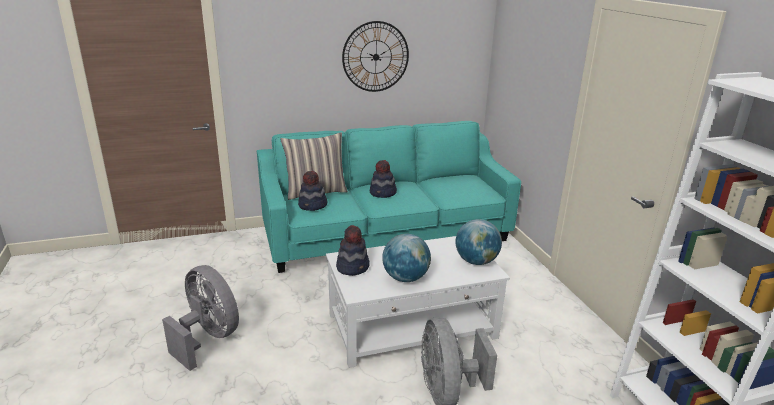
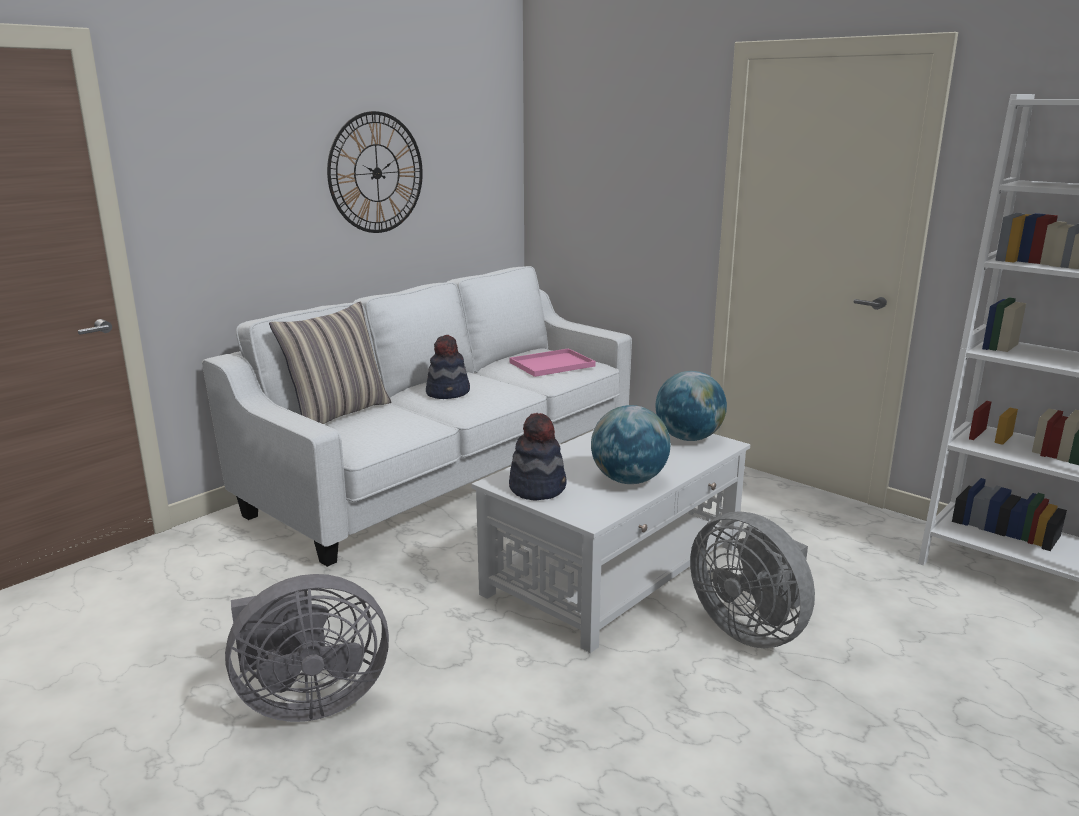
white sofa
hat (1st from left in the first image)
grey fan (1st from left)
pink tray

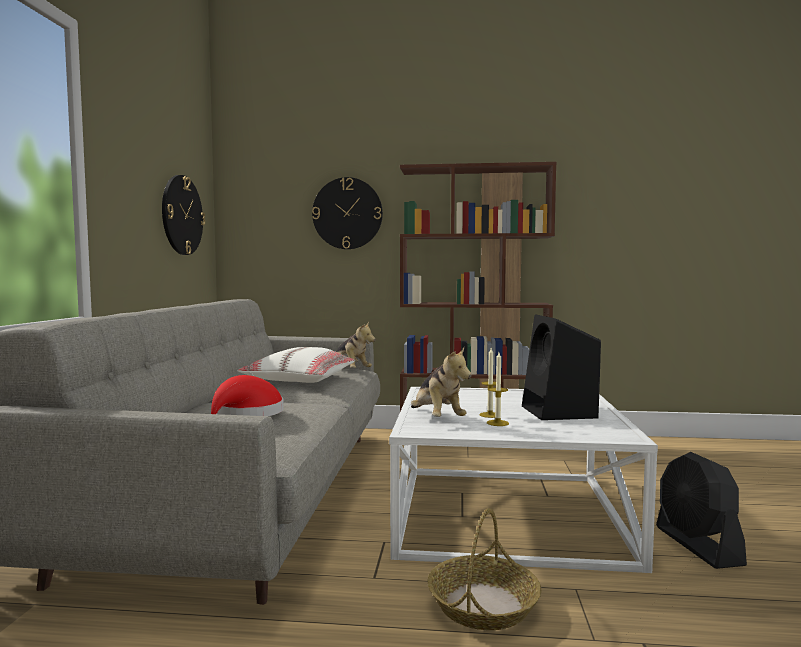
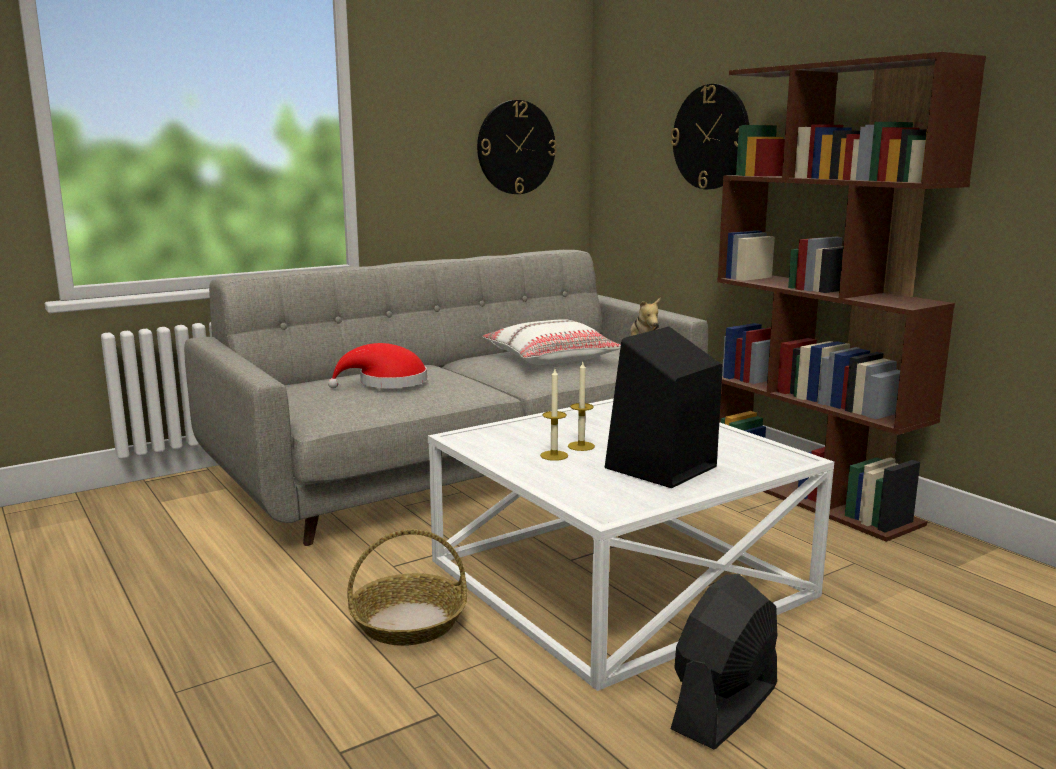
plush toy (2nd from left in the first image)

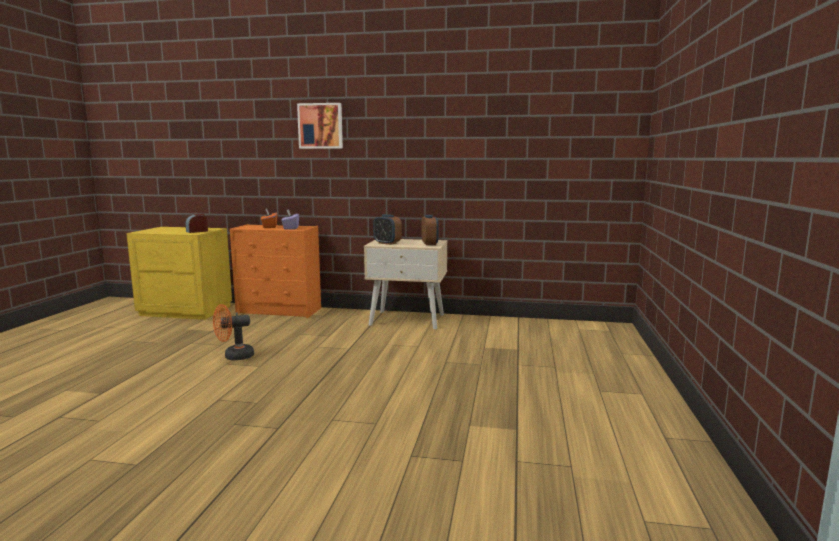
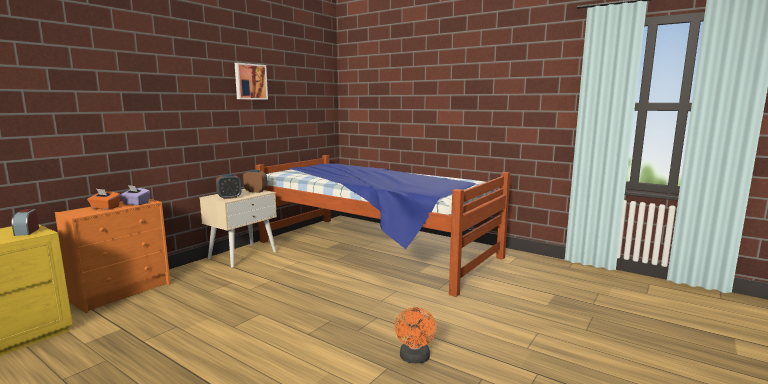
picture
orange fan
bed

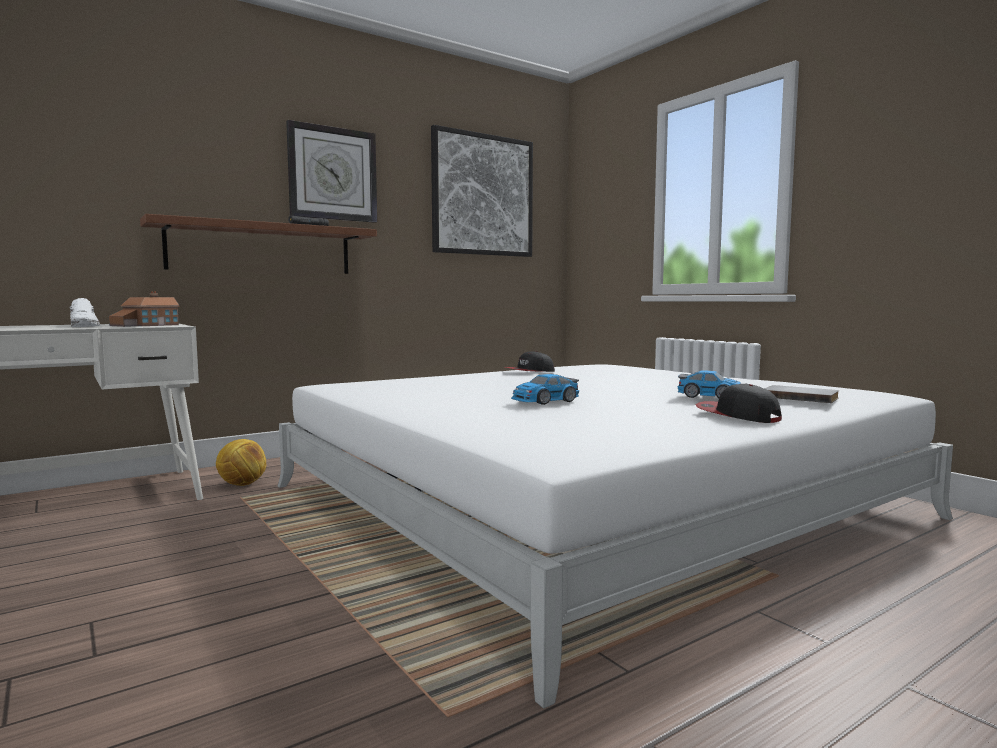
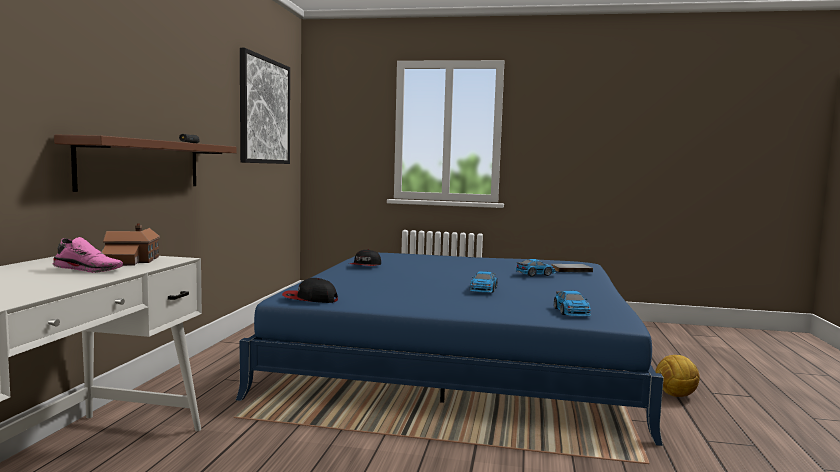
wall clock
pink shoe
blue bed
cap (1st from left)
football
toy car (3rd from left)

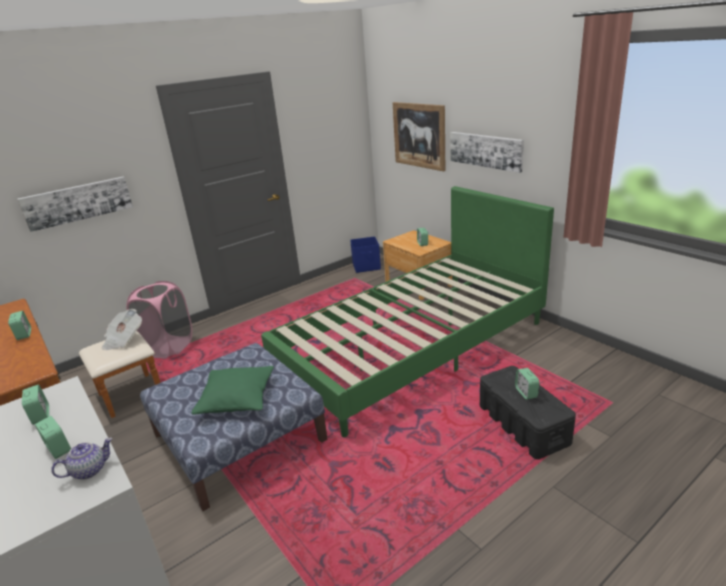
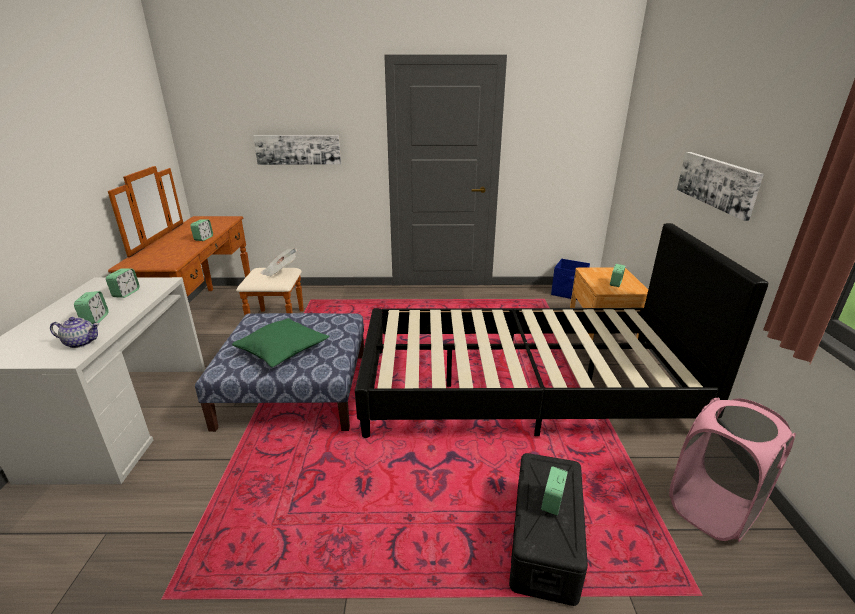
picture (2nd from left in the first image)
black bed
pink laundry basket

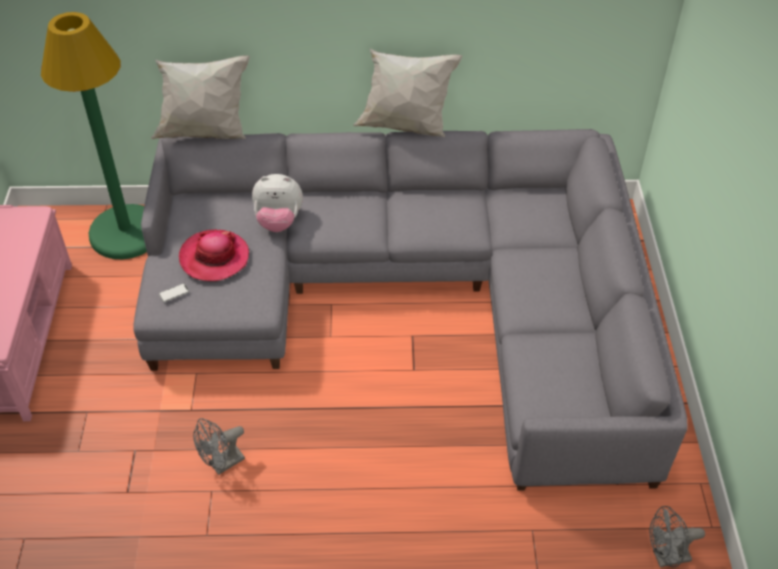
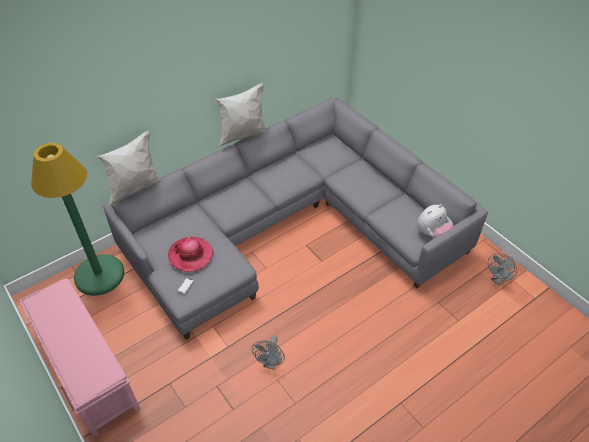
plush toy

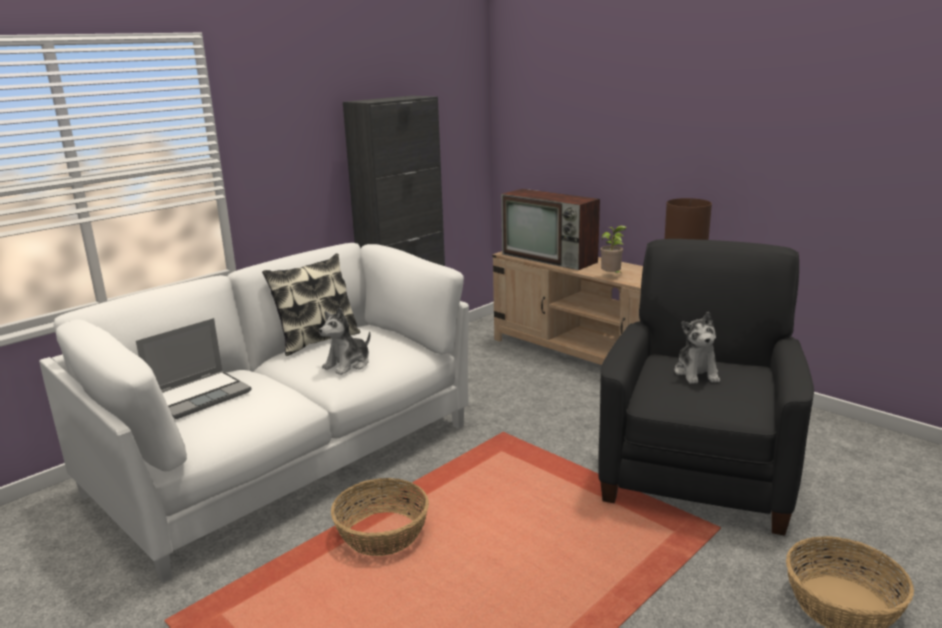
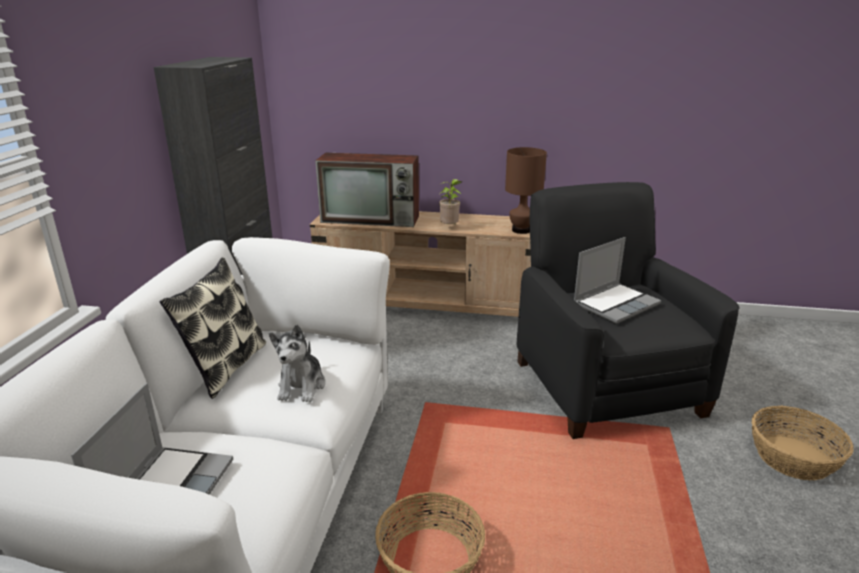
laptop (2nd from left)

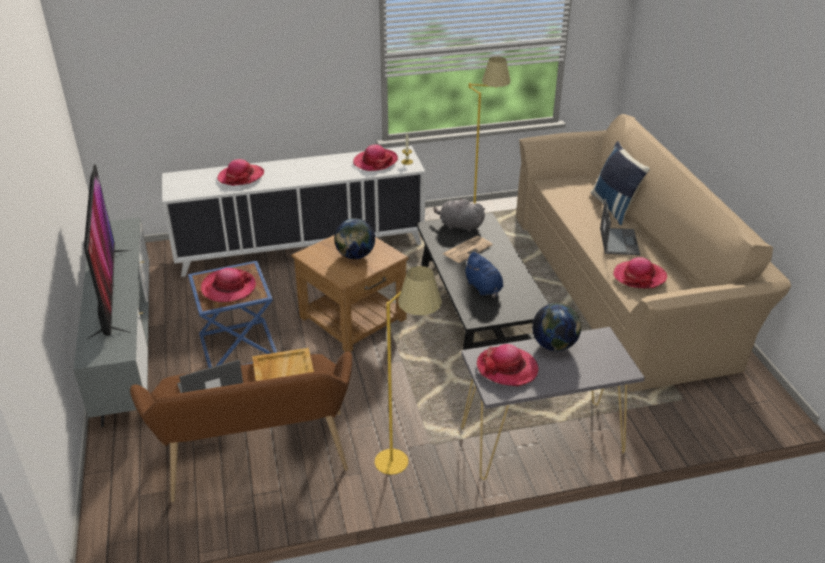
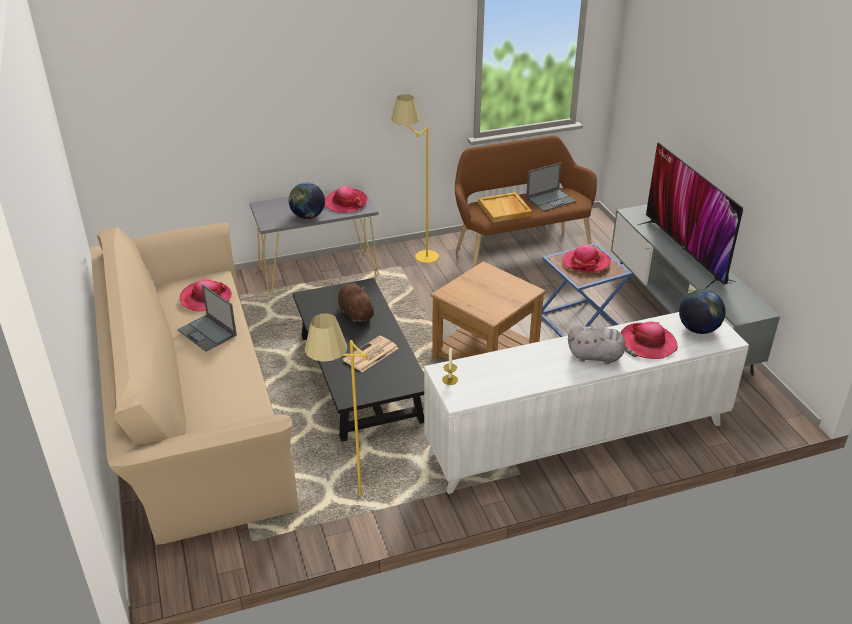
blue pillow
hat (3rd from left in the first image)
grey plush toy
laptop (1st from left)
globe (2nd from left)
brown plush toy

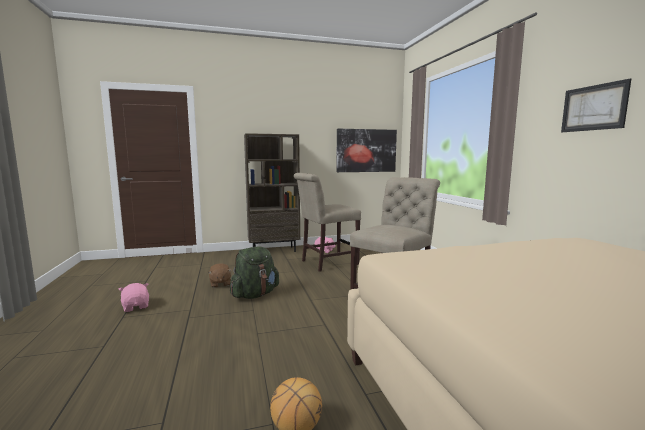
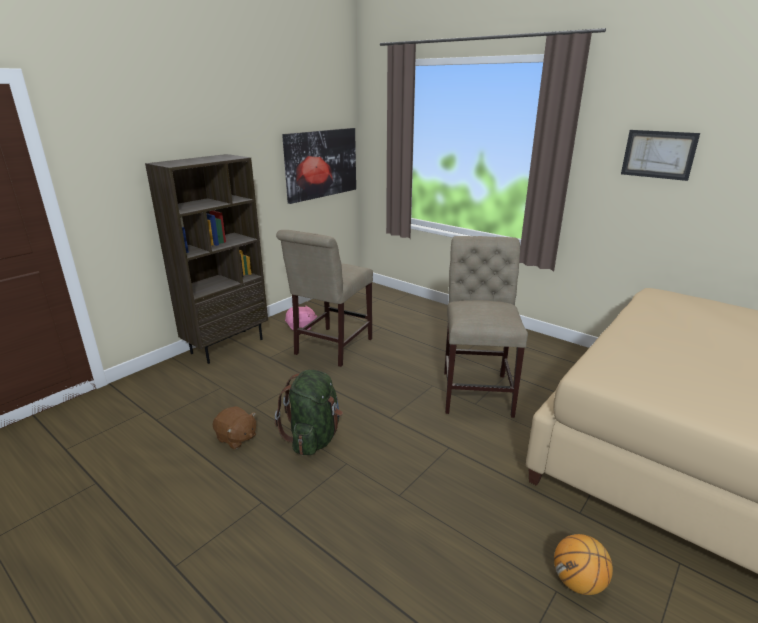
pink plush toy (1st from left in the first image)

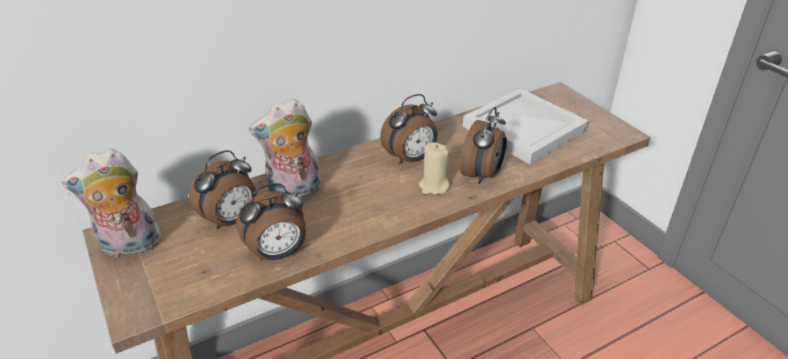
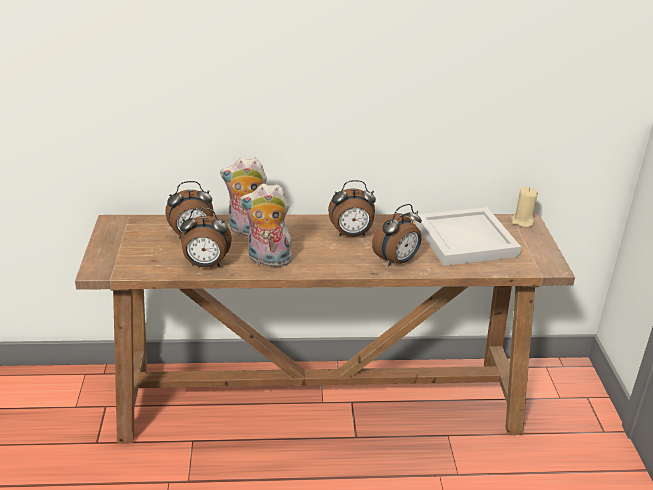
beige candle
plush toy (2nd from left)

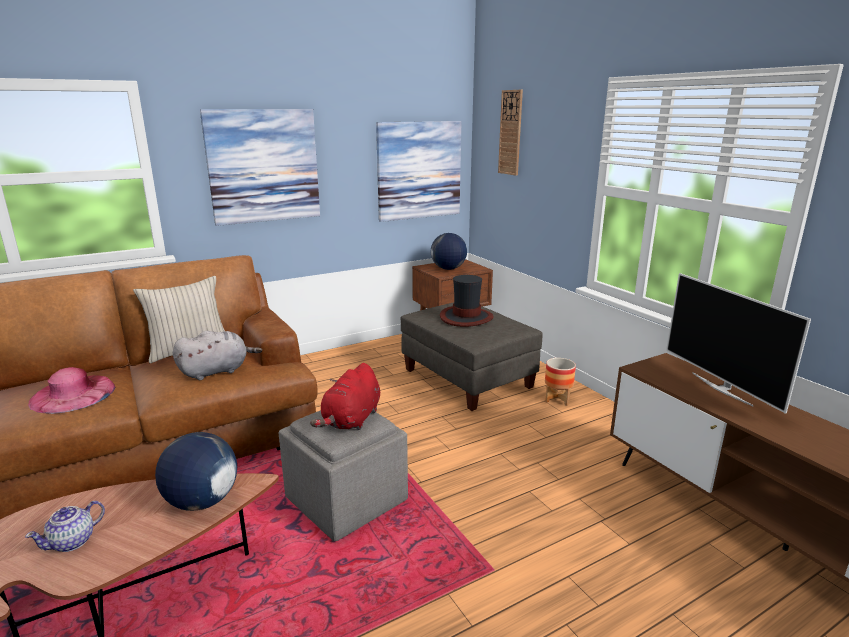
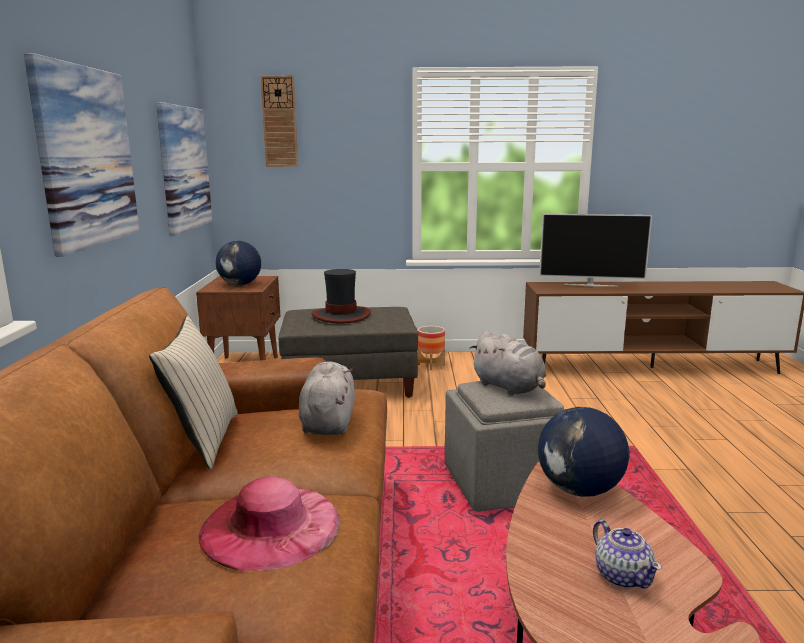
grey plush toy (2nd from left)

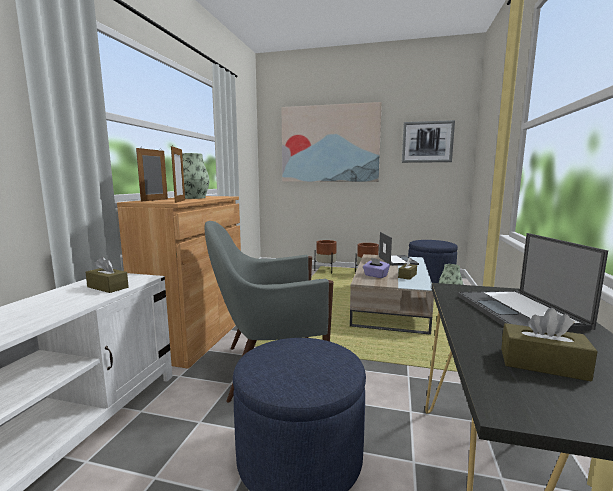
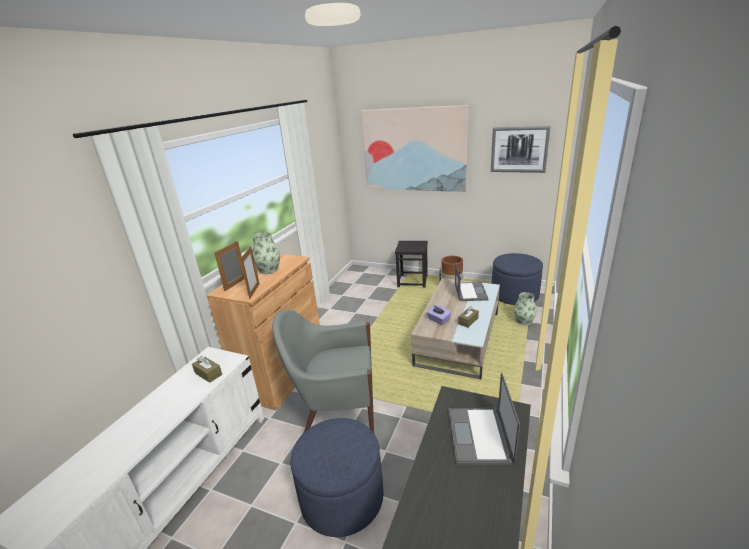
black stool
brown tissue box (3rd from left in the first image)

